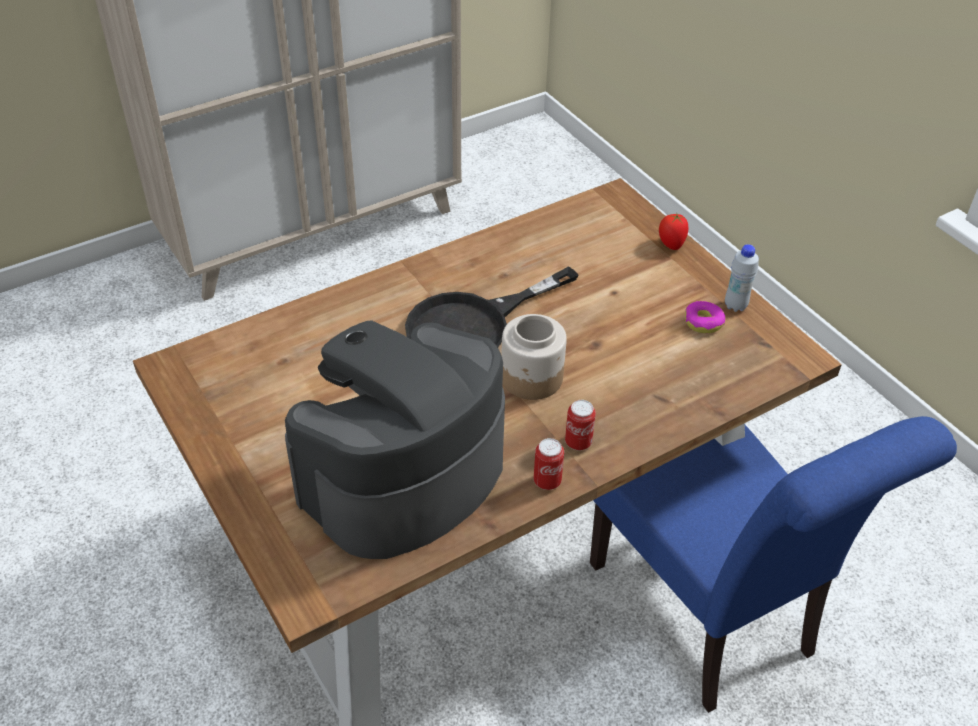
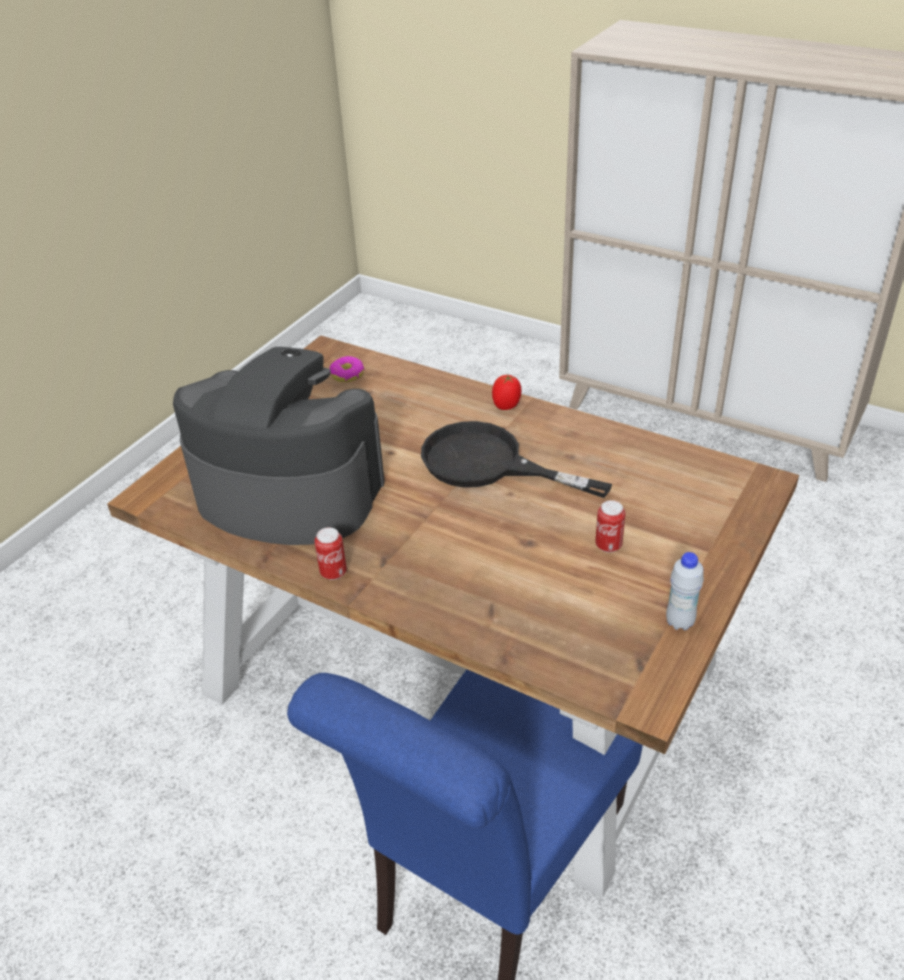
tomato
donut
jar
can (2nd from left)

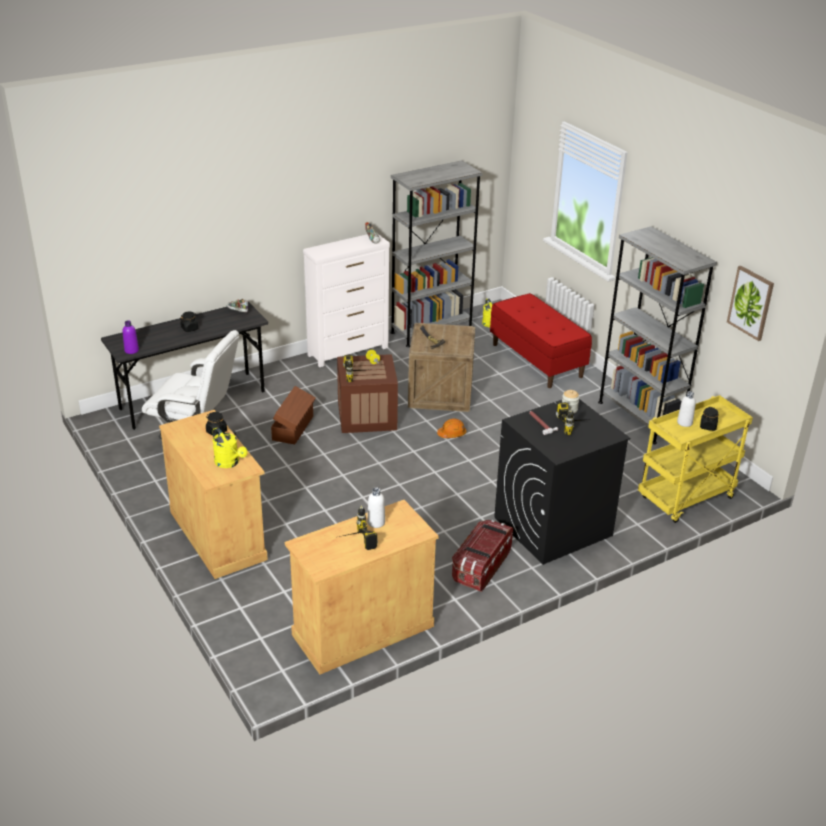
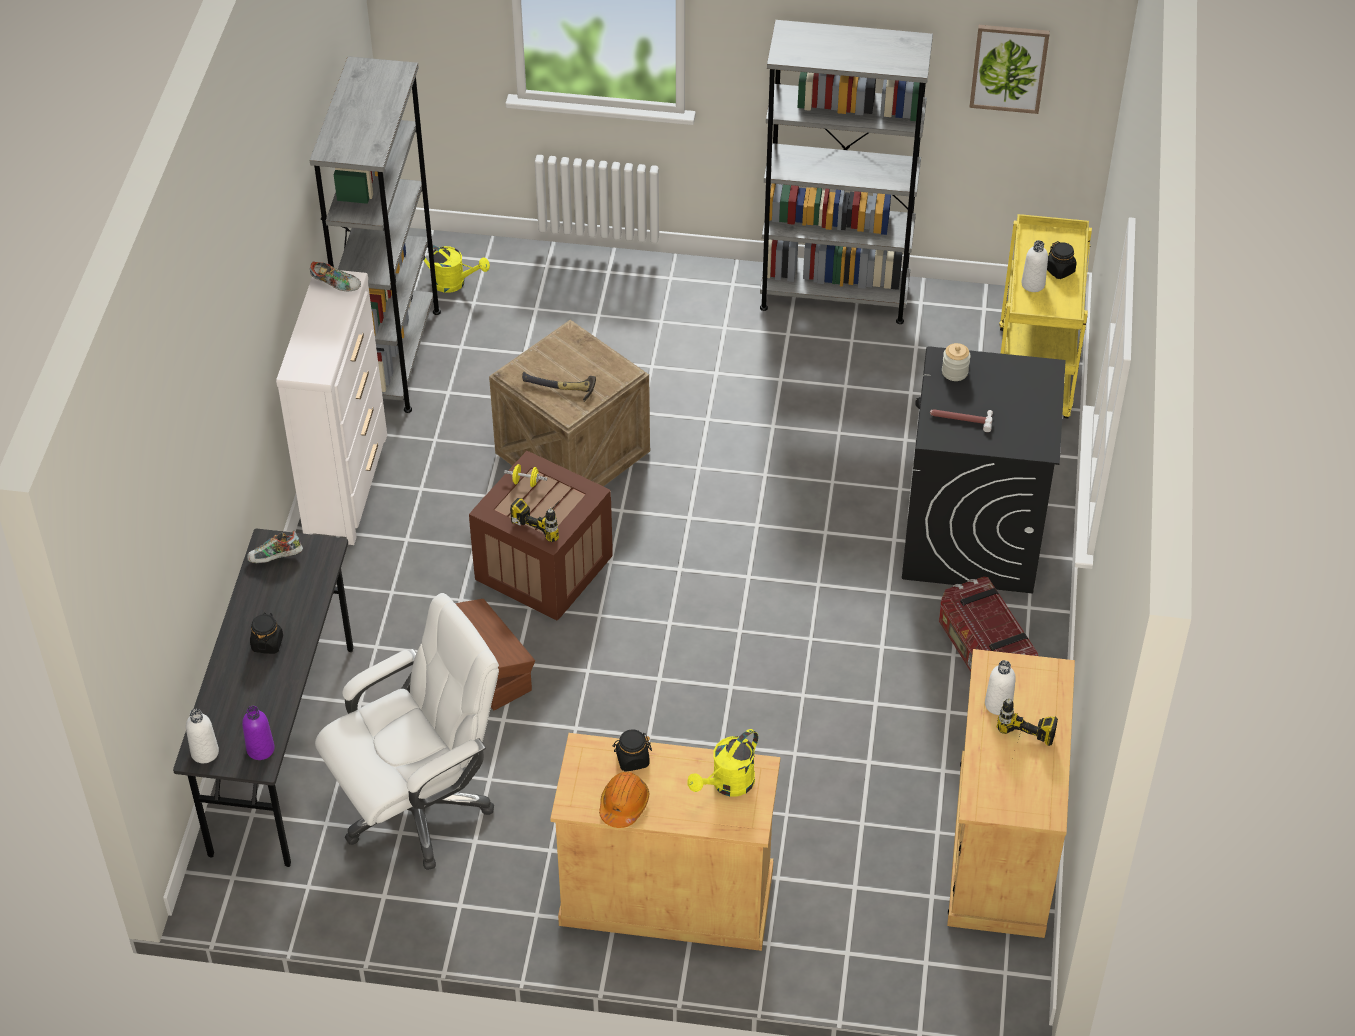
red bench
power drill (3rd from left in the first image)
orange hard hat
yellow watering can (2nd from left)
white bottle (1st from left)

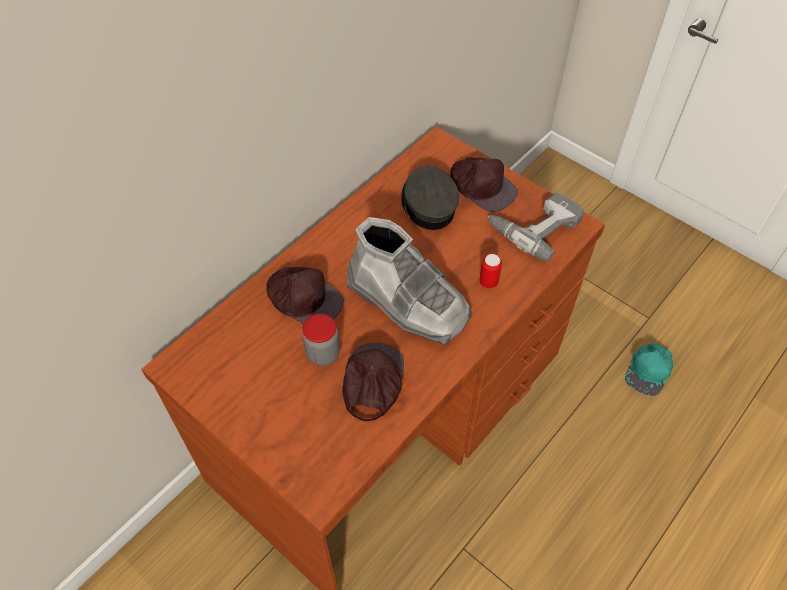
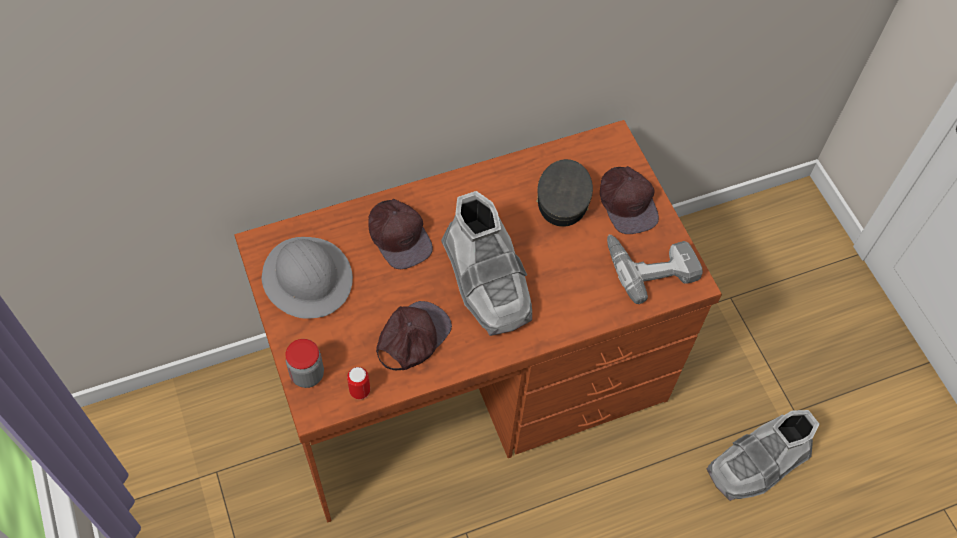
can
jar
grey boot (2nd from left)
grey hard hat

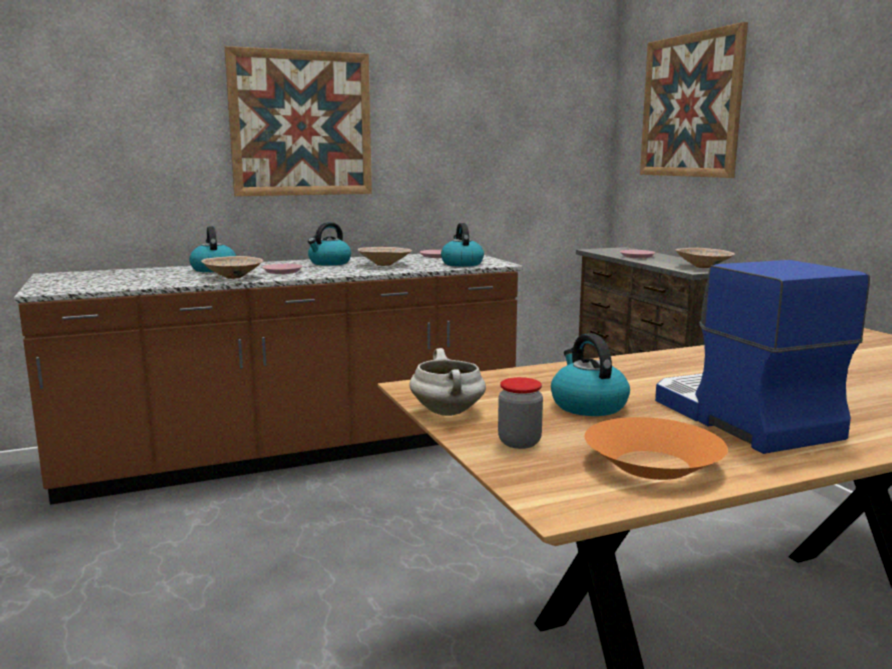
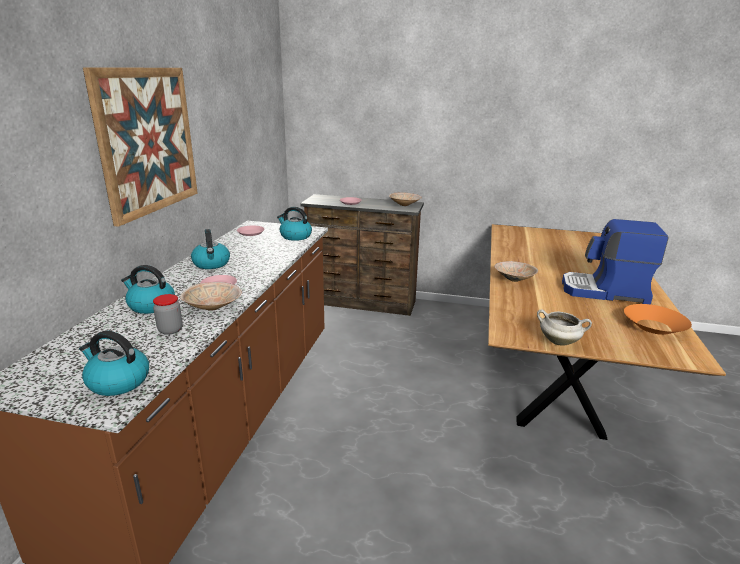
picture (2nd from left in the first image)
beige bowl (3rd from left)
kettle (1st from left)
jar

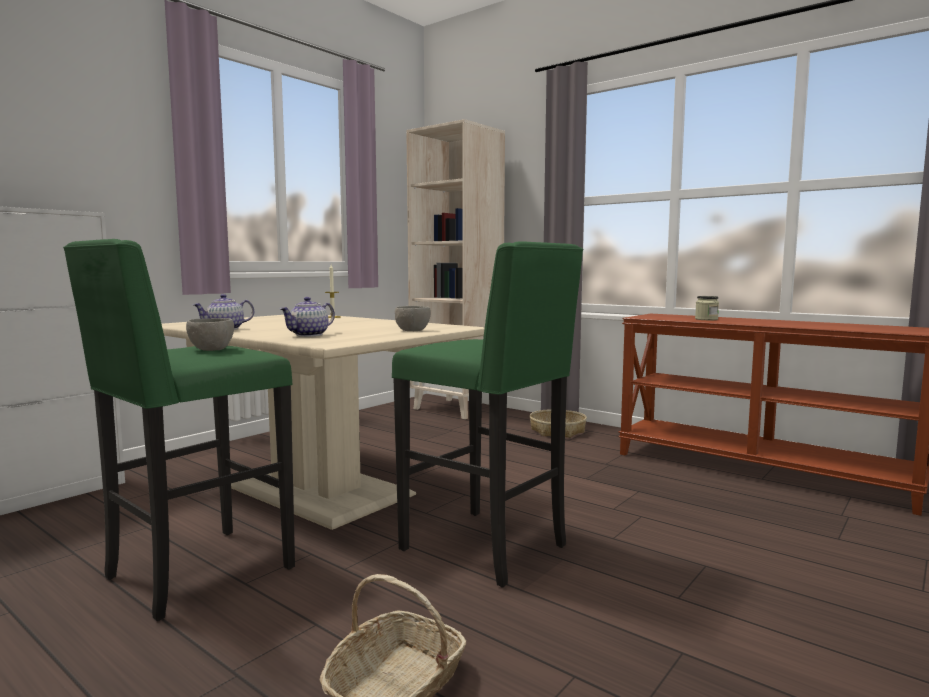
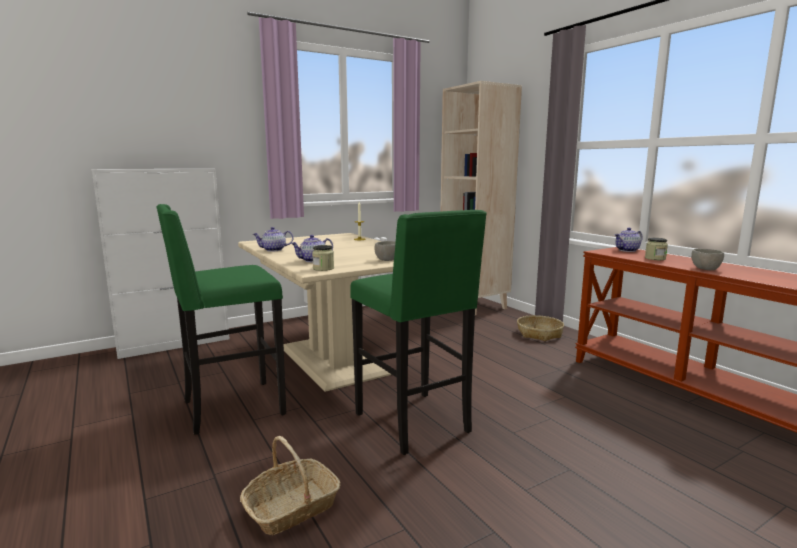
grey bowl (2nd from left)
teapot (3rd from left)
jar (1st from left)

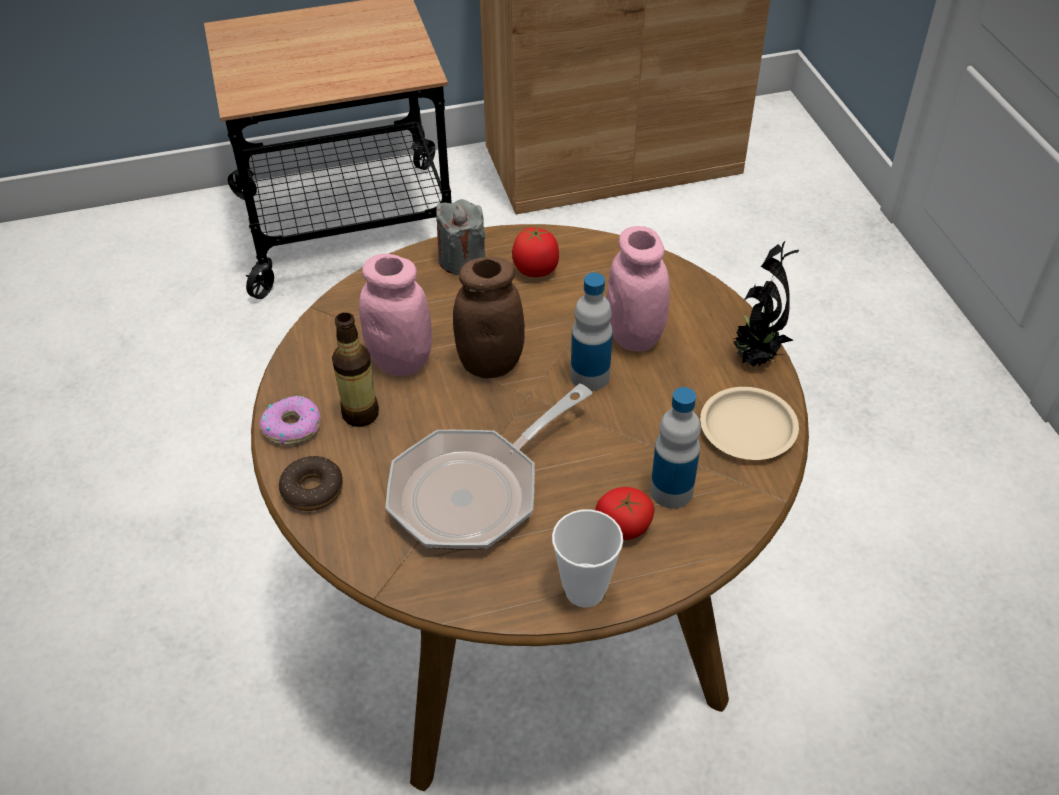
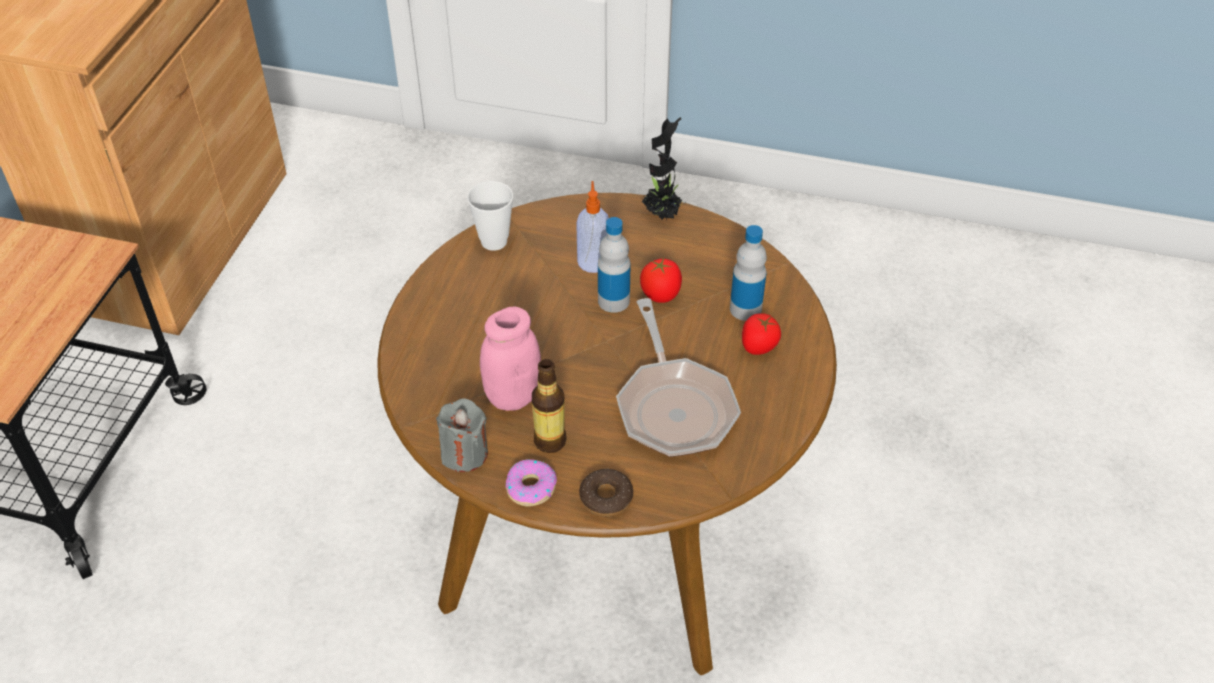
grey candle
tomato (1st from left)
soap dispenser
brown jar
beige plate
cup

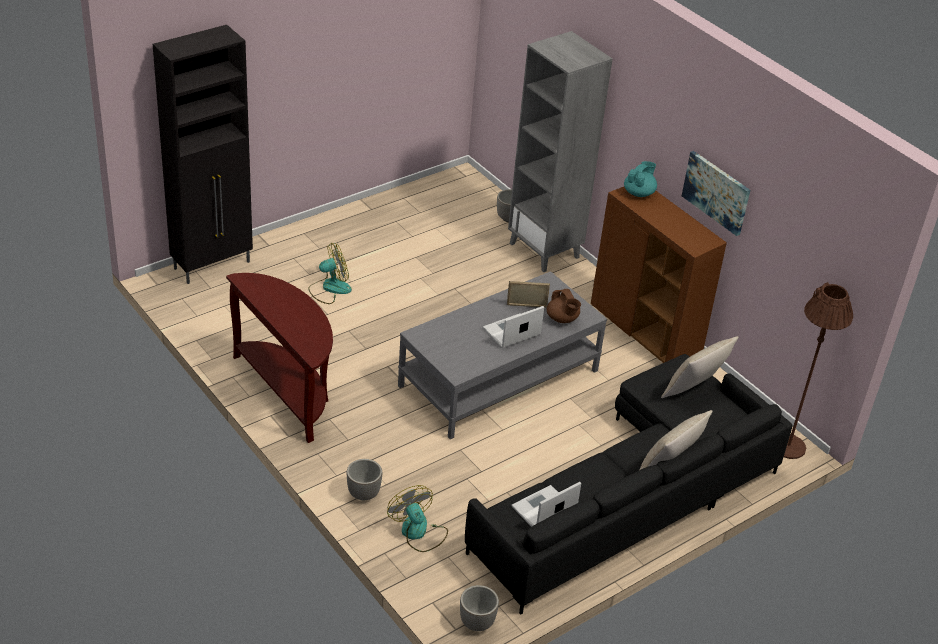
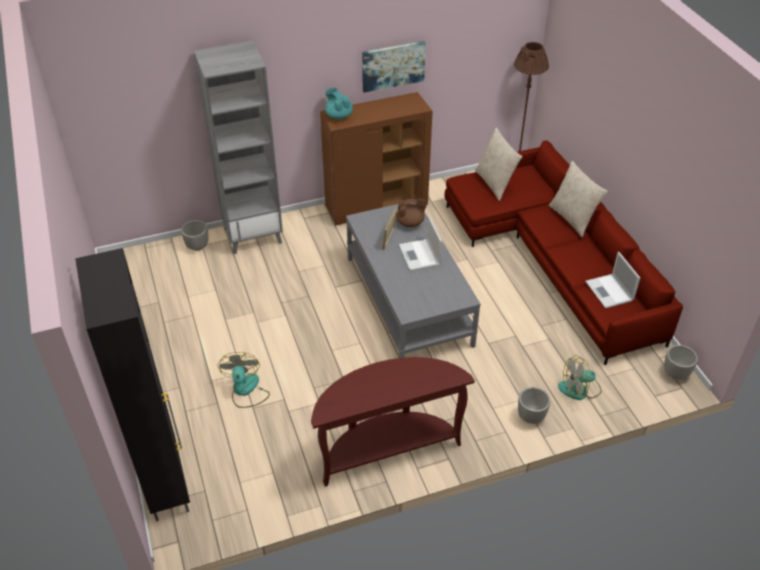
red sofa

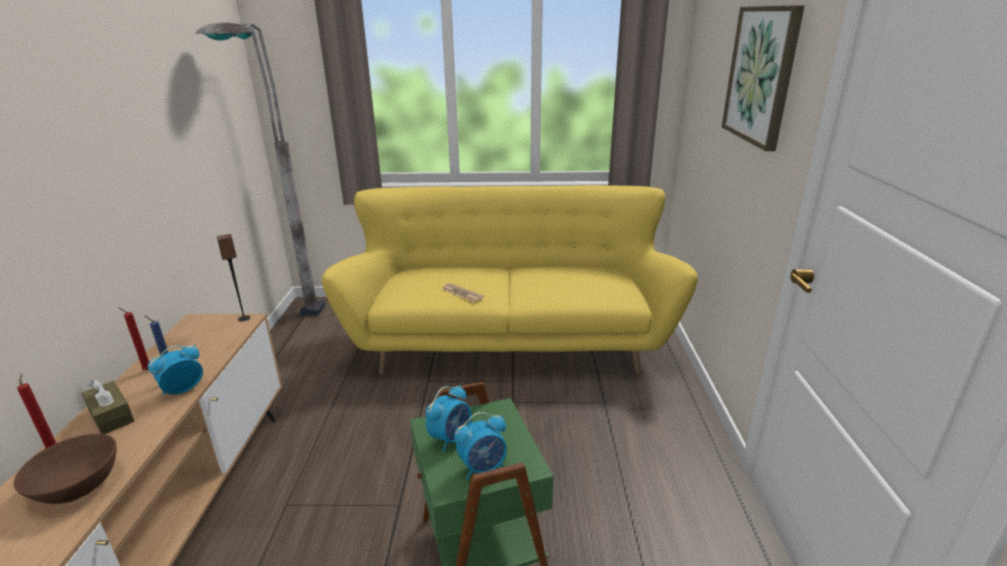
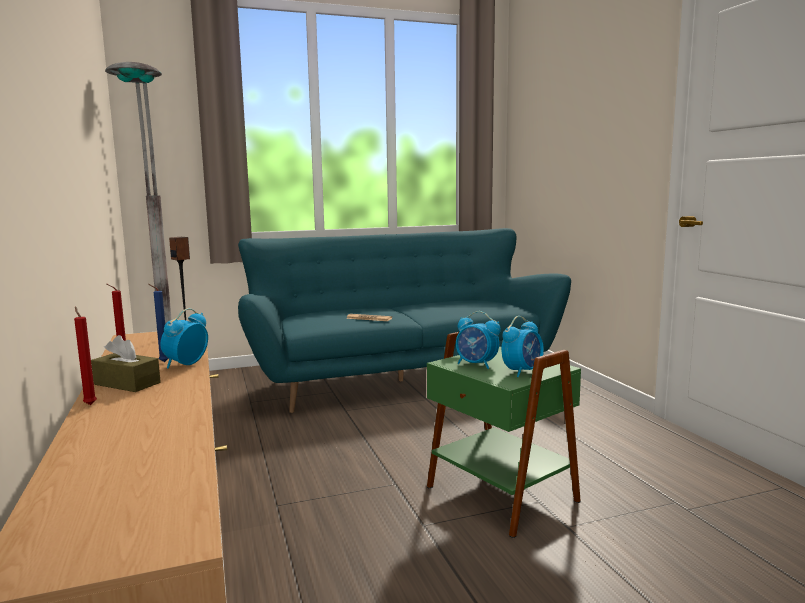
picture
turquoise sofa
alarm clock (2nd from left)
brown bowl

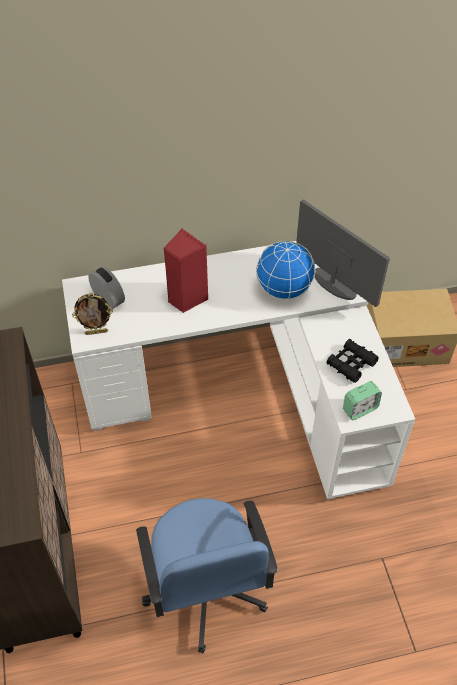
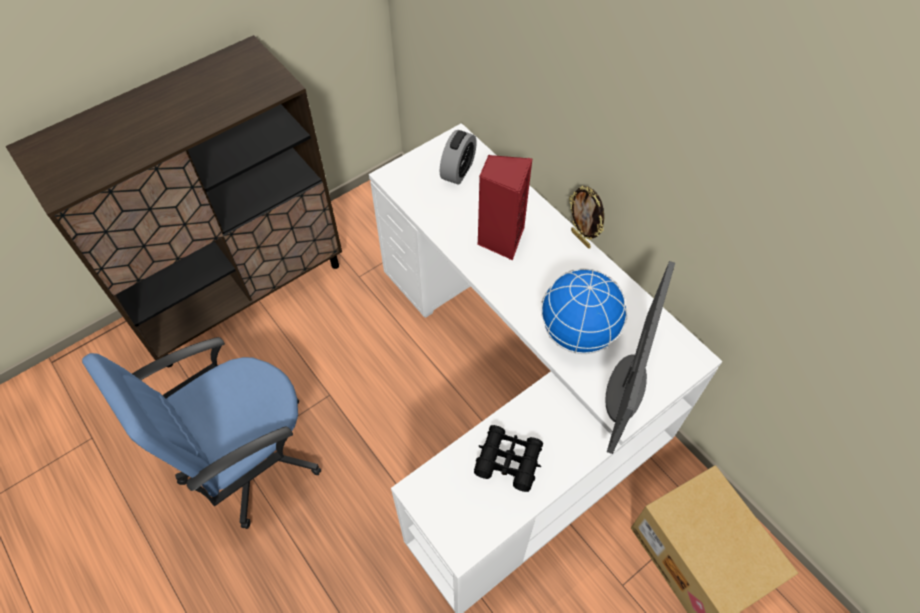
picture frame
alarm clock (2nd from left in the first image)

